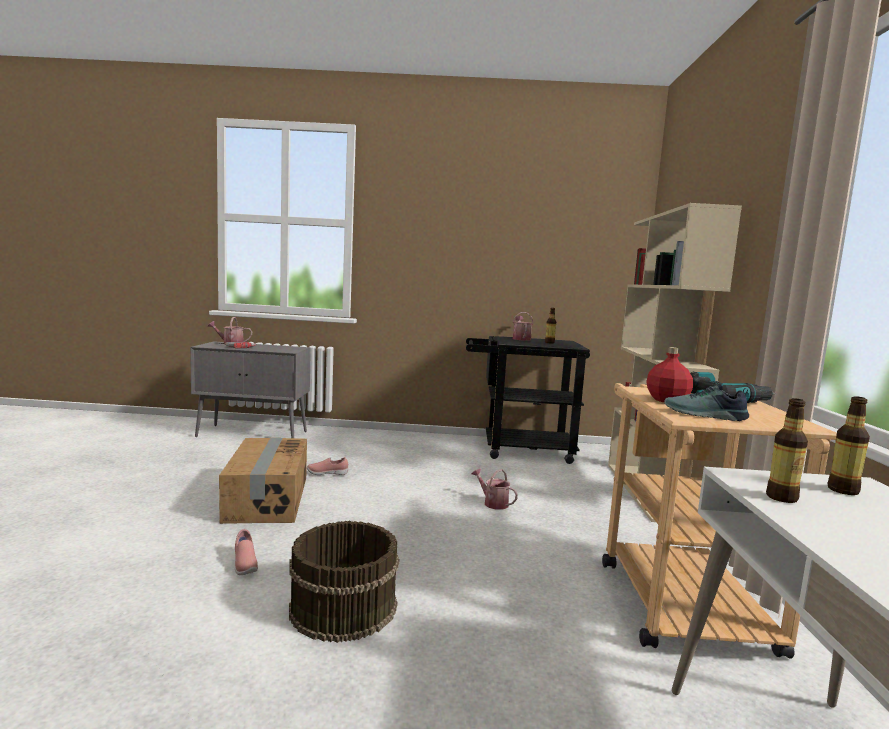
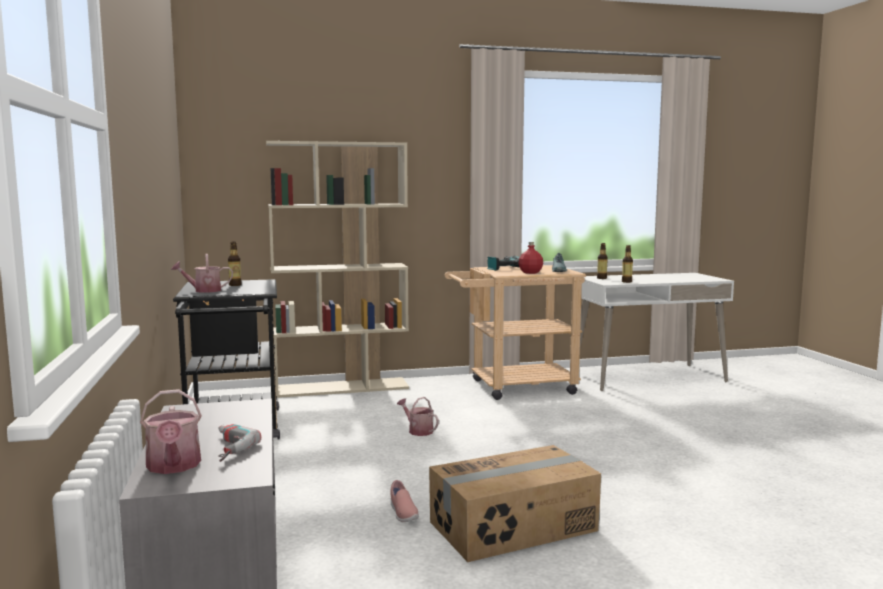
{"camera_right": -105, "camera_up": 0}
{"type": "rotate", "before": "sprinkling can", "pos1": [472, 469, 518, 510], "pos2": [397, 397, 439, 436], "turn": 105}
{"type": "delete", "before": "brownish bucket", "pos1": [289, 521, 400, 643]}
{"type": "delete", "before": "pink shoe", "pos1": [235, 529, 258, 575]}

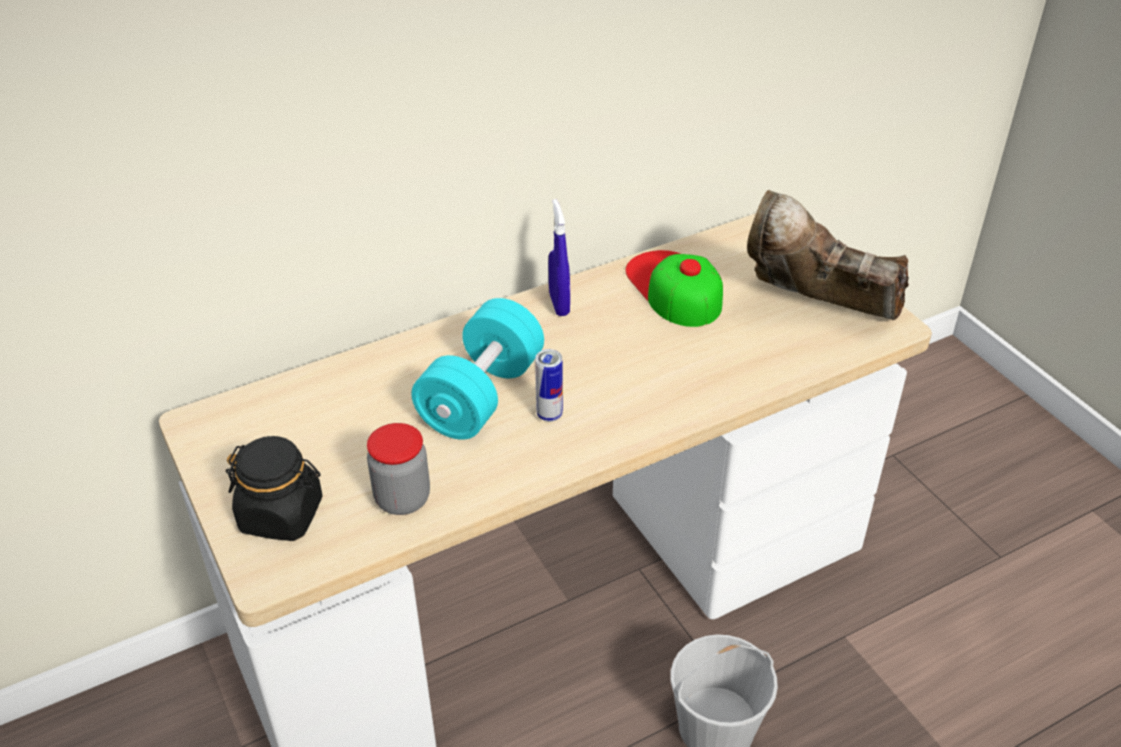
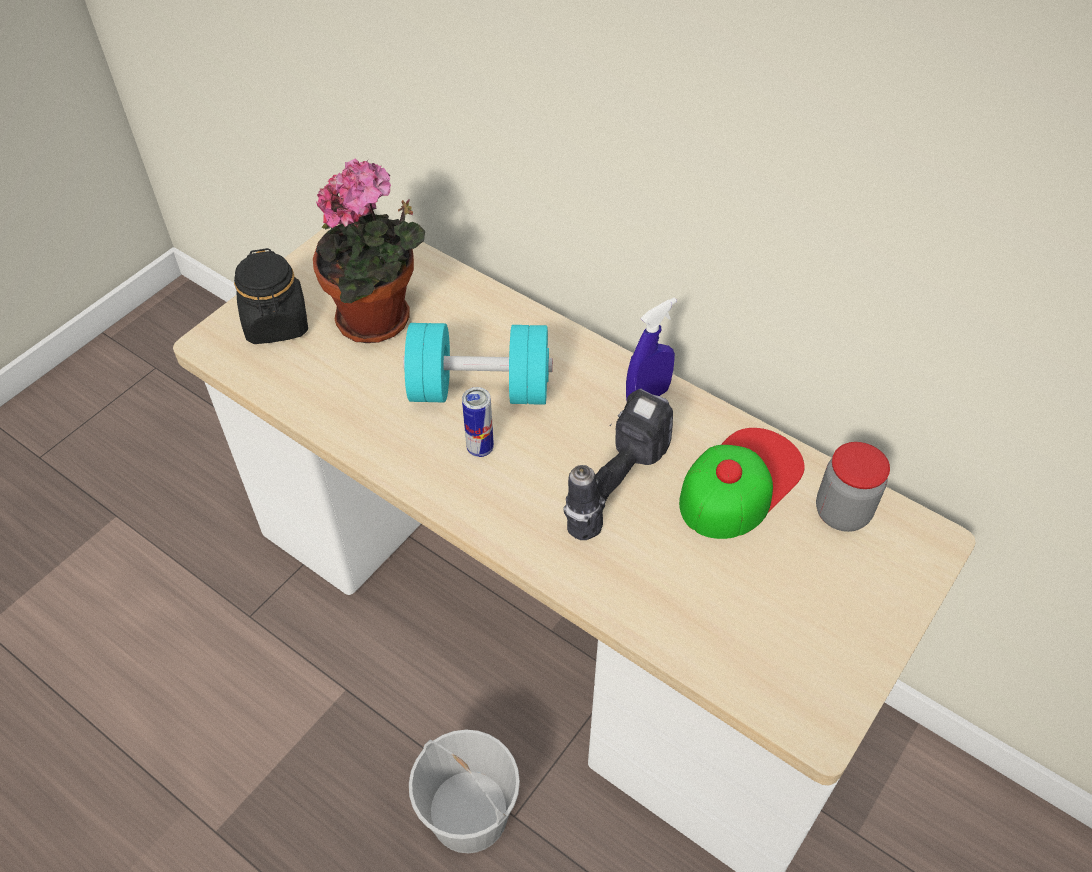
{"camera_right": 65, "camera_up": 10}
{"type": "delete", "before": "brownish high-top boot", "pos1": [747, 190, 909, 320]}
{"type": "move", "before": "storage jar", "pos1": [367, 423, 430, 515], "pos2": [816, 442, 890, 532]}
{"type": "insert", "after": "houseplant", "pos2": [313, 158, 425, 343]}
{"type": "insert", "after": "power drill", "pos2": [563, 389, 673, 540]}

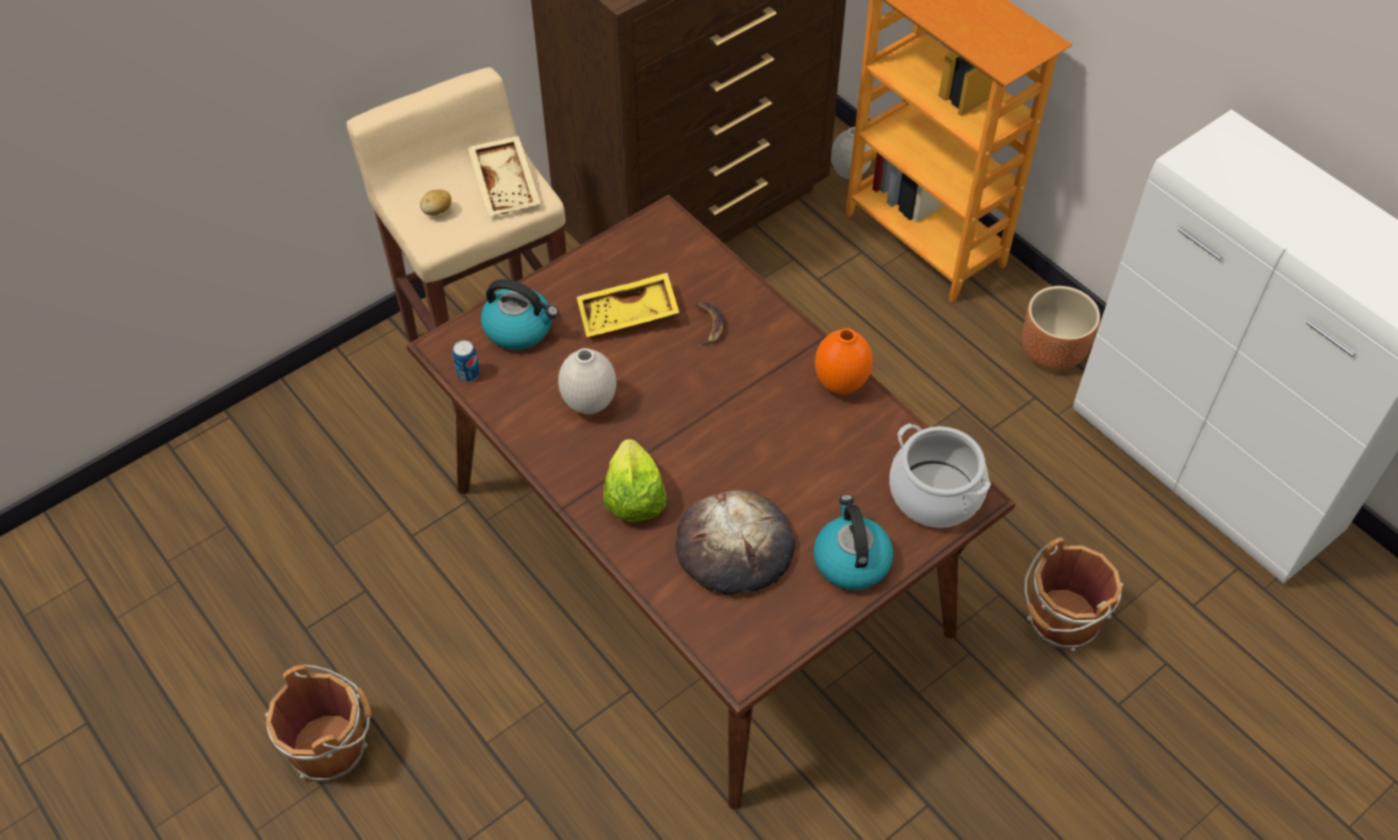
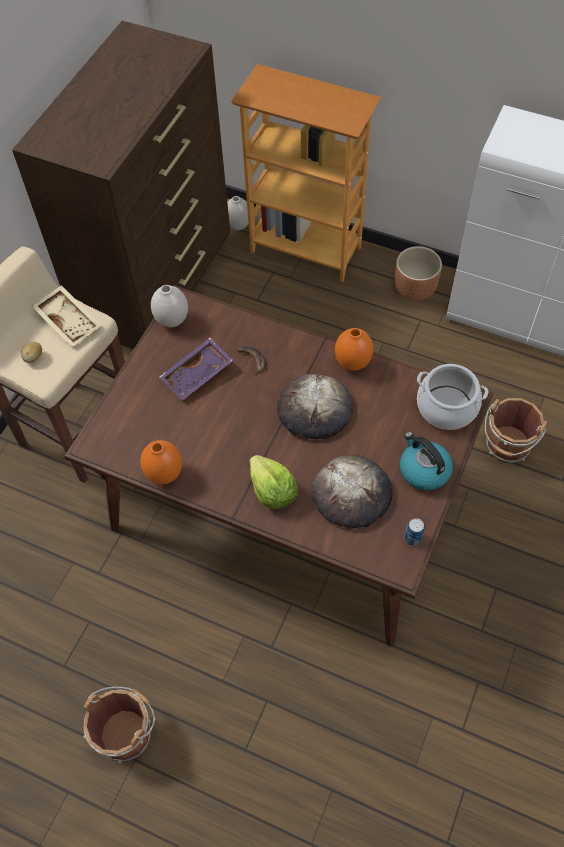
{"camera_right": -25, "camera_up": 5}
{"type": "recolor", "before": "yellowish tray", "after": "purple-coloured tray", "pos1": [577, 273, 679, 337], "pos2": [160, 337, 233, 401]}
{"type": "delete", "before": "kettle", "pos1": [481, 279, 558, 350]}
{"type": "move", "before": "metal can", "pos1": [452, 340, 480, 382], "pos2": [405, 518, 425, 546]}
{"type": "move", "before": "whitish flower vase", "pos1": [558, 348, 616, 414], "pos2": [151, 285, 188, 328]}
{"type": "insert", "after": "bakery bread", "pos2": [277, 374, 353, 439]}
{"type": "insert", "after": "orangey flower vase", "pos2": [140, 440, 182, 484]}

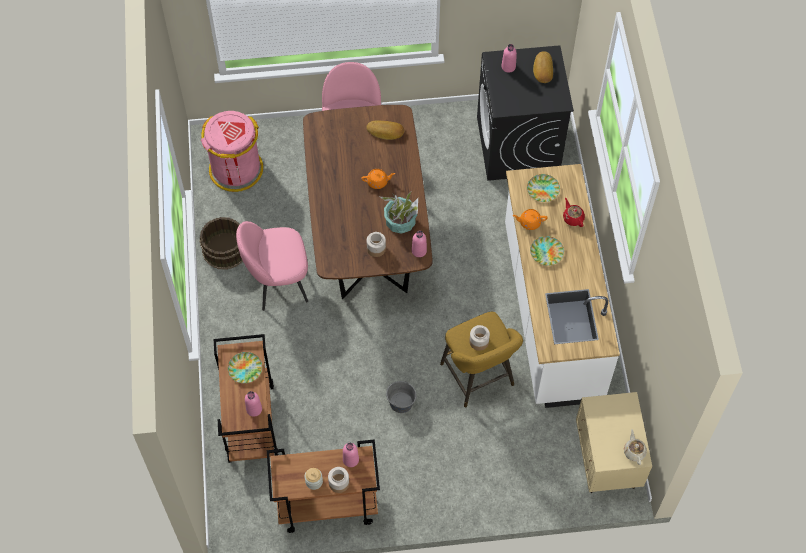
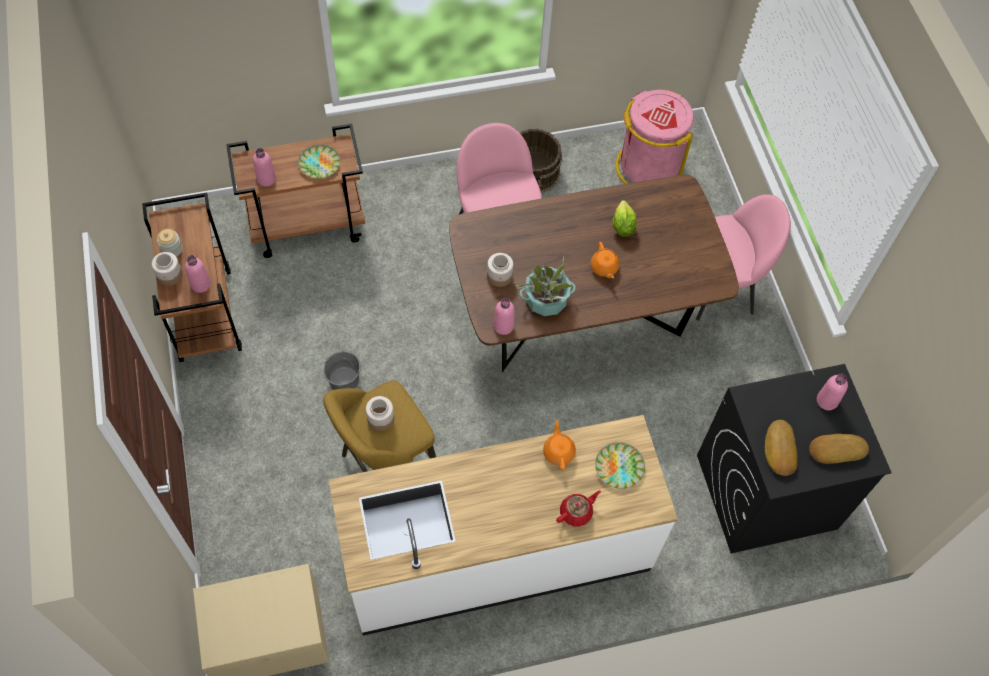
{"camera_right": 80, "camera_up": 0}
{"type": "move", "before": "bakery bread", "pos1": [367, 121, 404, 140], "pos2": [765, 420, 798, 476]}
{"type": "delete", "before": "plate", "pos1": [530, 236, 564, 266]}
{"type": "delete", "before": "beige-coloured teapot", "pos1": [624, 429, 647, 465]}
{"type": "insert", "after": "lettuce head", "pos2": [613, 200, 637, 237]}

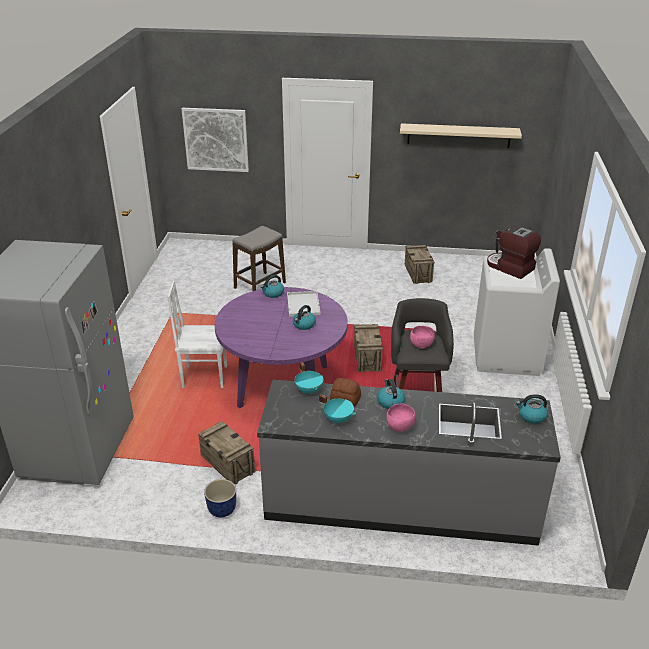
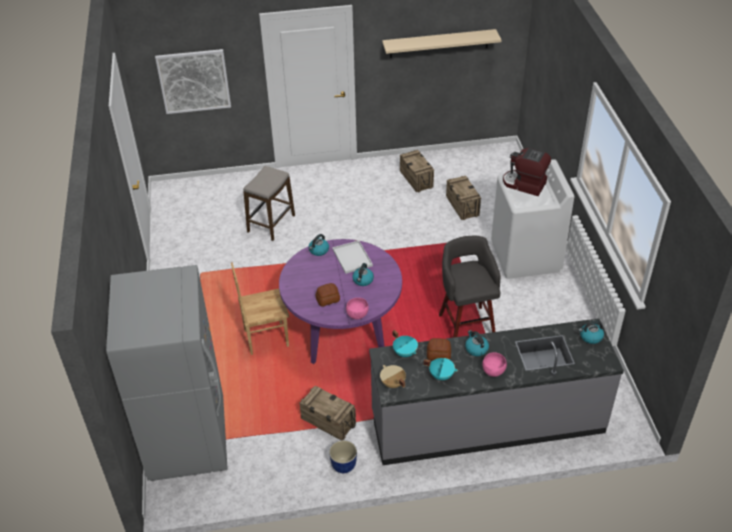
{"camera_right": -15, "camera_up": 10}
{"type": "recolor", "before": "whitish chair", "after": "brownish chair", "pos1": [168, 281, 227, 388], "pos2": [231, 262, 289, 355]}
{"type": "move", "before": "shipping crate", "pos1": [354, 324, 383, 372], "pos2": [446, 176, 481, 220]}
{"type": "move", "before": "pink bowl", "pos1": [410, 326, 435, 348], "pos2": [346, 298, 369, 319]}
{"type": "insert", "after": "bakery bread", "pos2": [316, 283, 340, 307]}
{"type": "insert", "after": "beige-coloured stockpot", "pos2": [380, 365, 406, 388]}

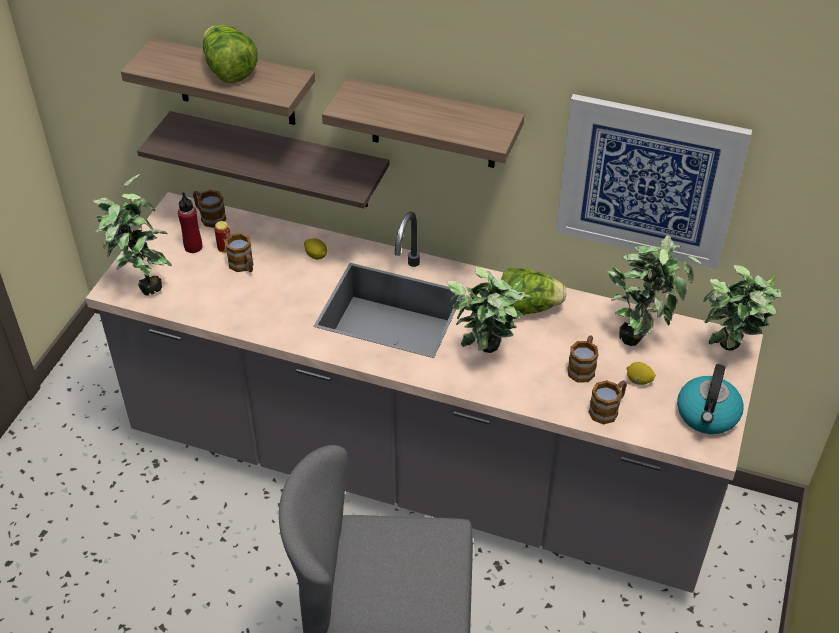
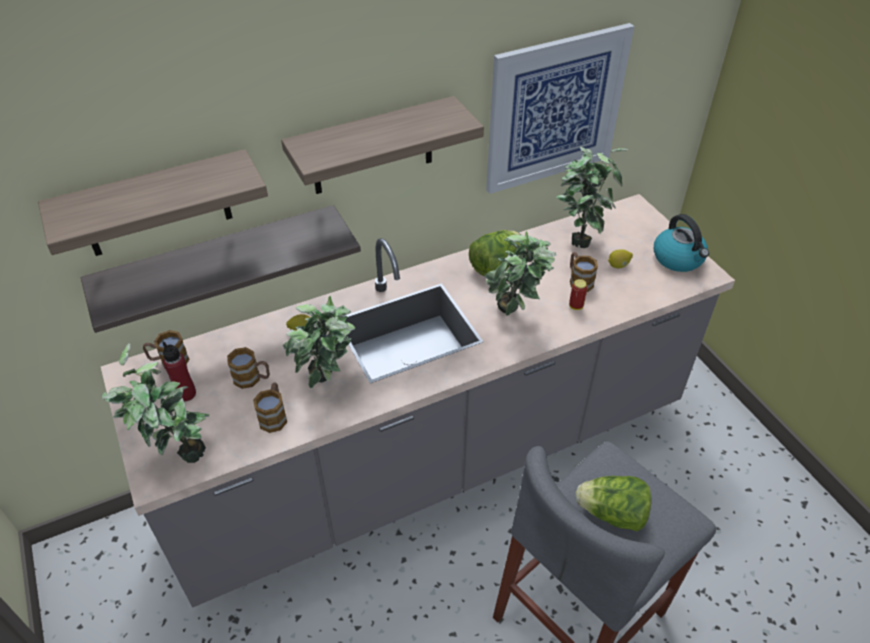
{"camera_right": -45, "camera_up": 0}
{"type": "move", "before": "lettuce head", "pos1": [203, 25, 258, 83], "pos2": [576, 476, 651, 531]}
{"type": "move", "before": "metal can", "pos1": [214, 221, 231, 253], "pos2": [569, 279, 588, 310]}
{"type": "move", "before": "houseplant", "pos1": [703, 265, 782, 351], "pos2": [283, 296, 356, 388]}
{"type": "move", "before": "tea mug", "pos1": [589, 380, 627, 425], "pos2": [253, 382, 287, 433]}

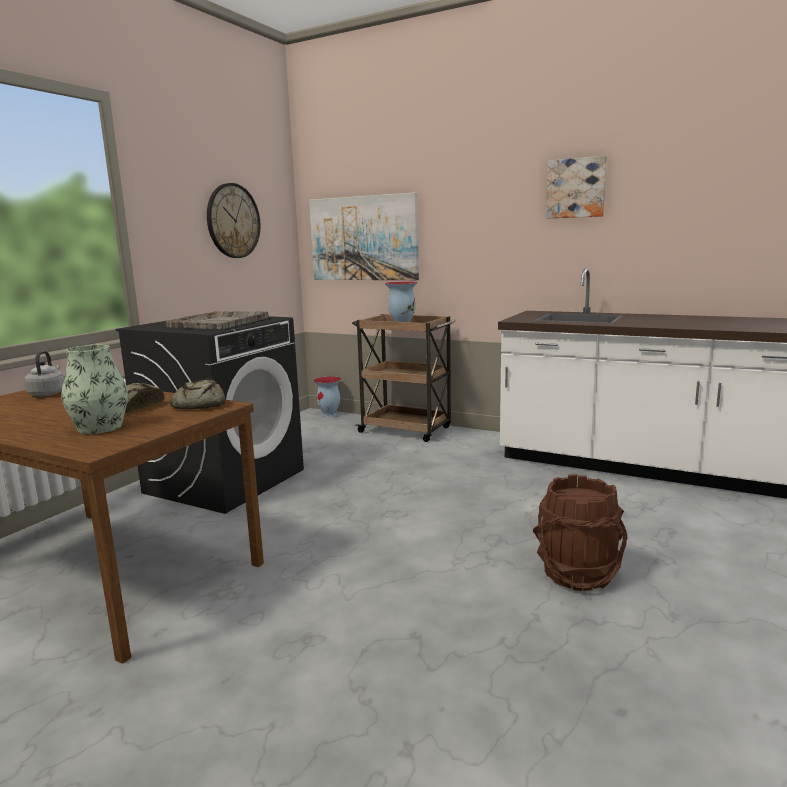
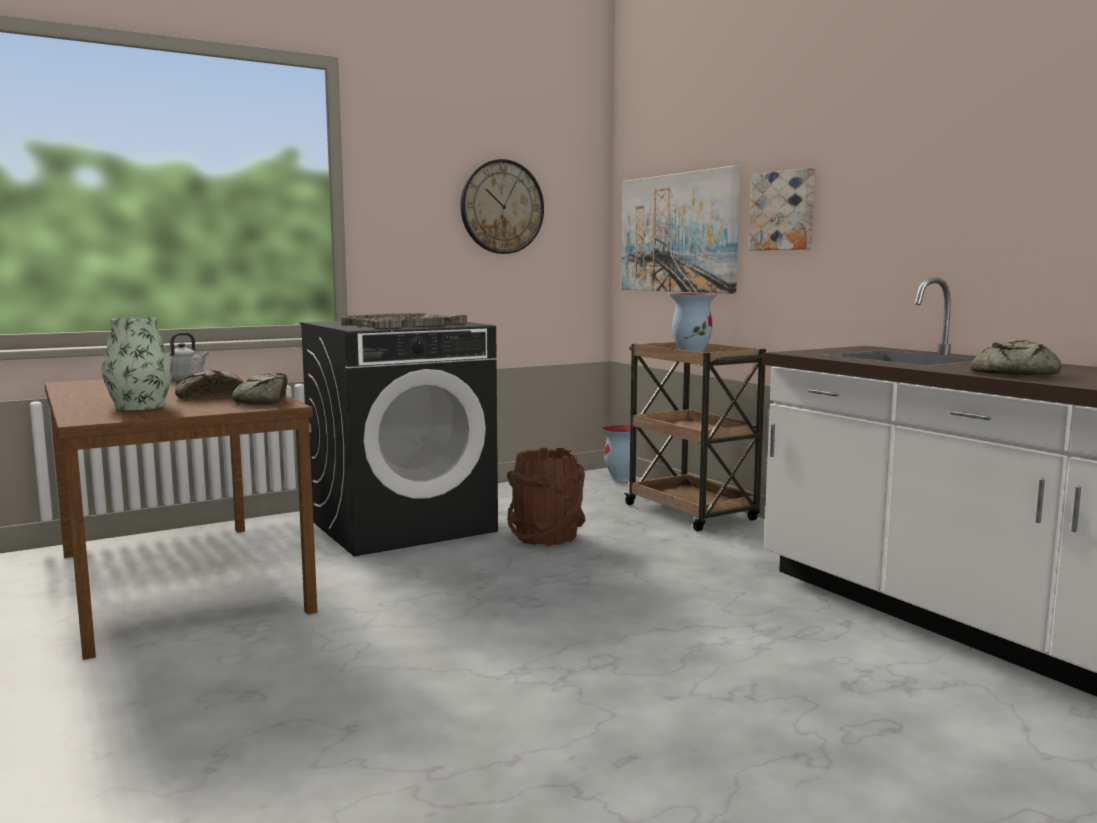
{"camera_right": 30, "camera_up": -5}
{"type": "move", "before": "wall art", "pos1": [546, 156, 607, 219], "pos2": [749, 168, 815, 251]}
{"type": "move", "before": "brownish bucket", "pos1": [533, 474, 628, 591], "pos2": [507, 447, 586, 546]}
{"type": "insert", "after": "bakery bread", "pos2": [971, 340, 1062, 375]}

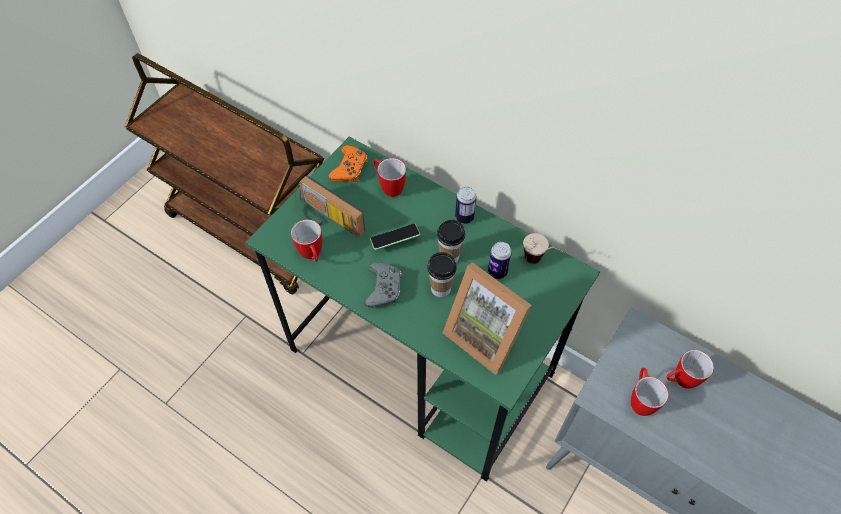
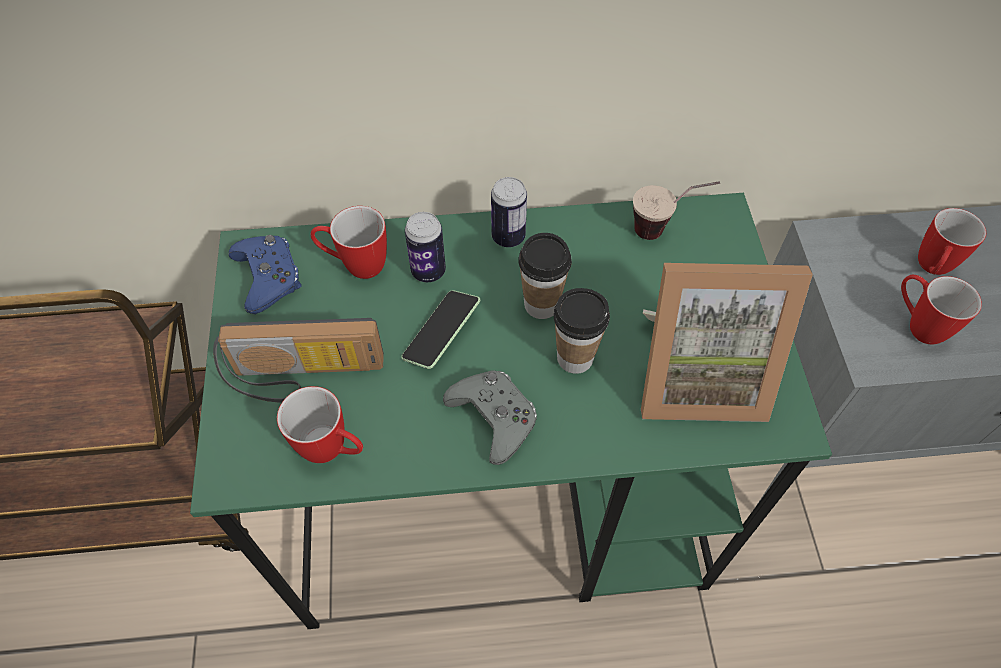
{"camera_right": -40, "camera_up": 0}
{"type": "recolor", "before": "orangey joypad", "after": "blue joypad", "pos1": [328, 145, 368, 182], "pos2": [229, 235, 302, 314]}
{"type": "move", "before": "metal can", "pos1": [488, 242, 512, 279], "pos2": [405, 212, 446, 282]}

